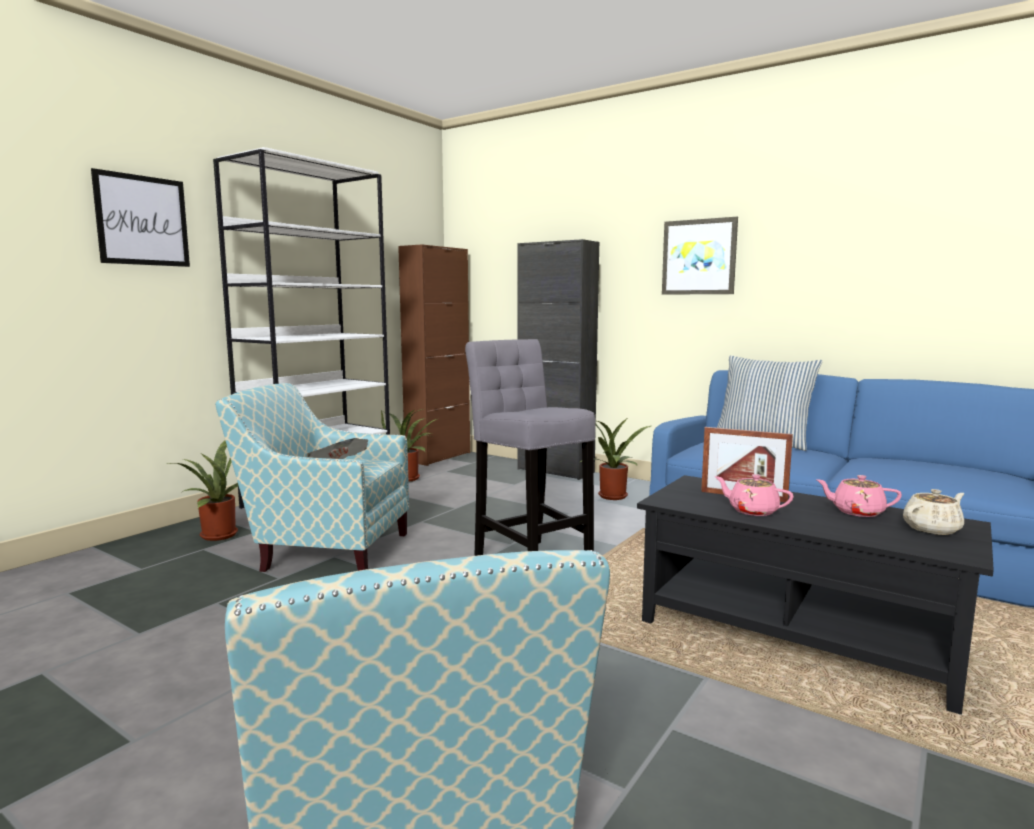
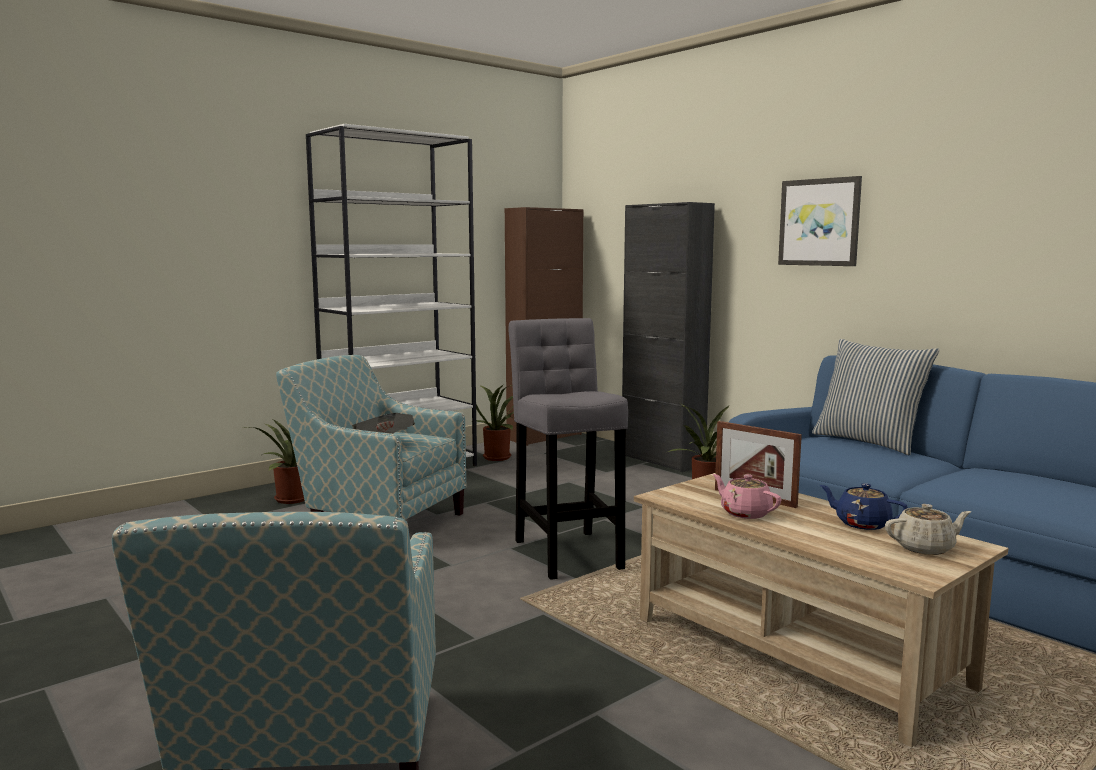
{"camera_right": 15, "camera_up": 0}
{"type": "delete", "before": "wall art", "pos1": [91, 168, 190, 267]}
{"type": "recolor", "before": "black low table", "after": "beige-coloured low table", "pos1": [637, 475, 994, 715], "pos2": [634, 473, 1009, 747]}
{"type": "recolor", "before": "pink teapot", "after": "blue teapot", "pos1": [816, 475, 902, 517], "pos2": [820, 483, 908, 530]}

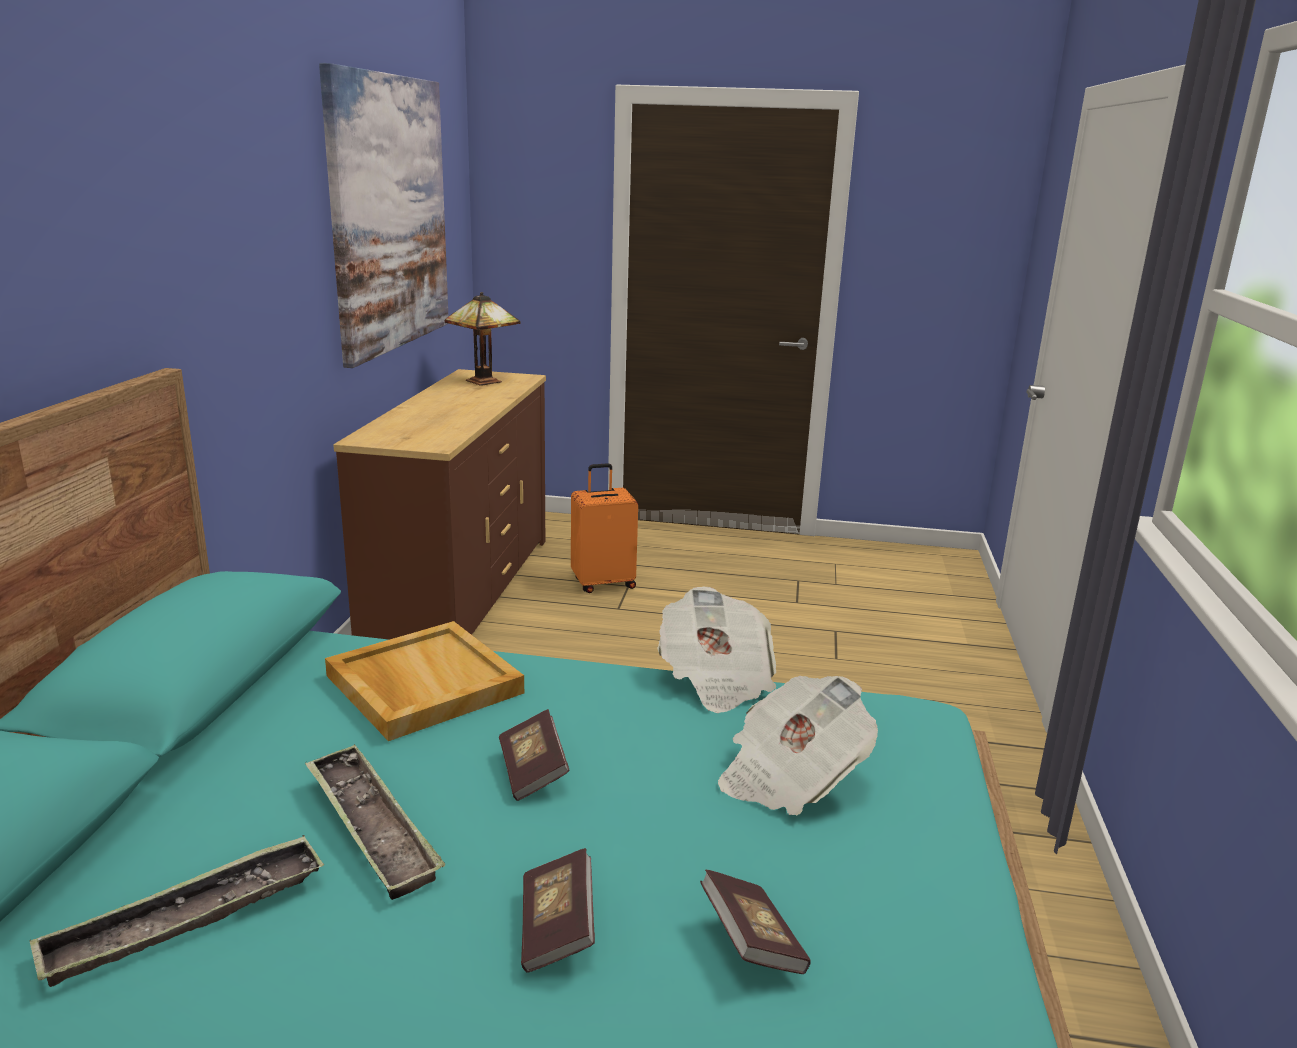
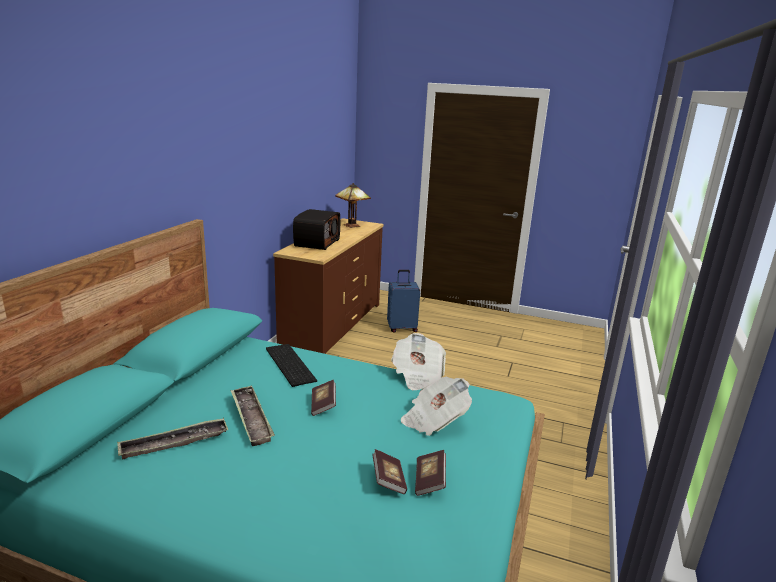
{"camera_right": 10, "camera_up": 0}
{"type": "delete", "before": "wall art", "pos1": [319, 63, 449, 368]}
{"type": "recolor", "before": "orangey suitcase", "after": "blue suitcase", "pos1": [571, 463, 638, 593], "pos2": [387, 270, 420, 333]}
{"type": "replace", "before": "beige-coloured tray", "after": "computer keyboard", "pos1": [325, 621, 524, 741], "pos2": [266, 344, 317, 387]}
{"type": "move", "before": "volume", "pos1": [521, 848, 595, 973], "pos2": [415, 450, 446, 496]}
{"type": "insert", "after": "radio", "pos2": [293, 209, 340, 250]}

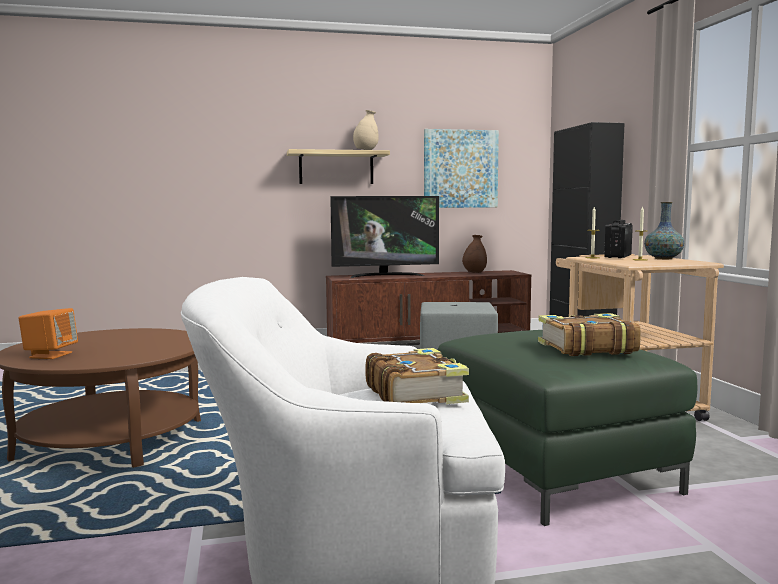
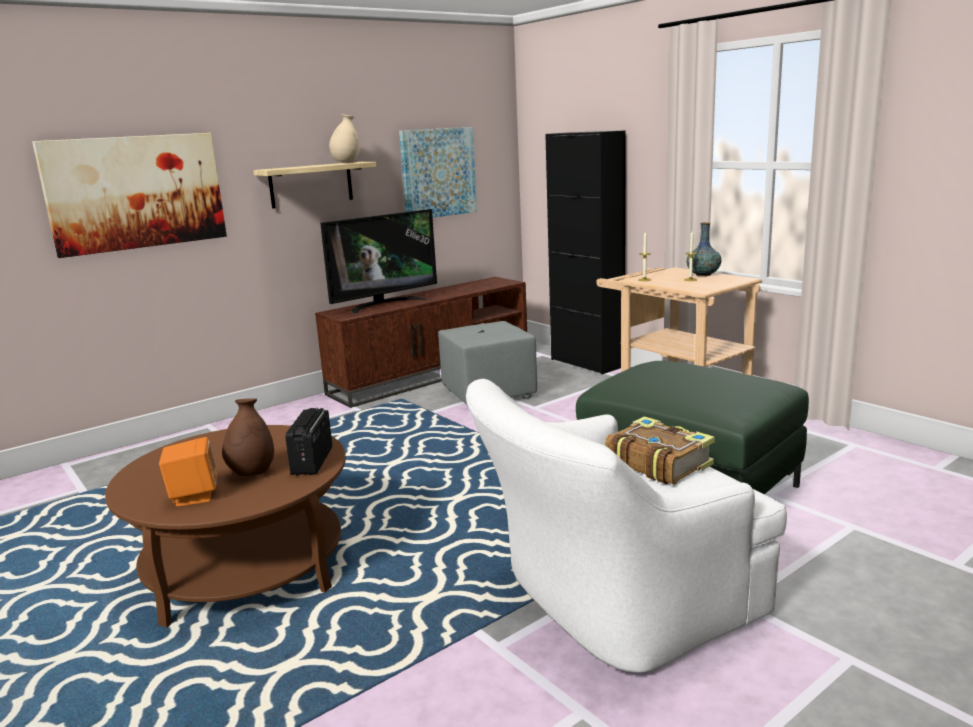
{"camera_right": -25, "camera_up": 10}
{"type": "move", "before": "radio", "pos1": [604, 220, 633, 258], "pos2": [285, 408, 332, 475]}
{"type": "move", "before": "brownish flower vase", "pos1": [462, 235, 487, 273], "pos2": [222, 398, 274, 476]}
{"type": "delete", "before": "volume", "pos1": [538, 313, 641, 356]}
{"type": "insert", "after": "wall art", "pos2": [32, 133, 227, 258]}

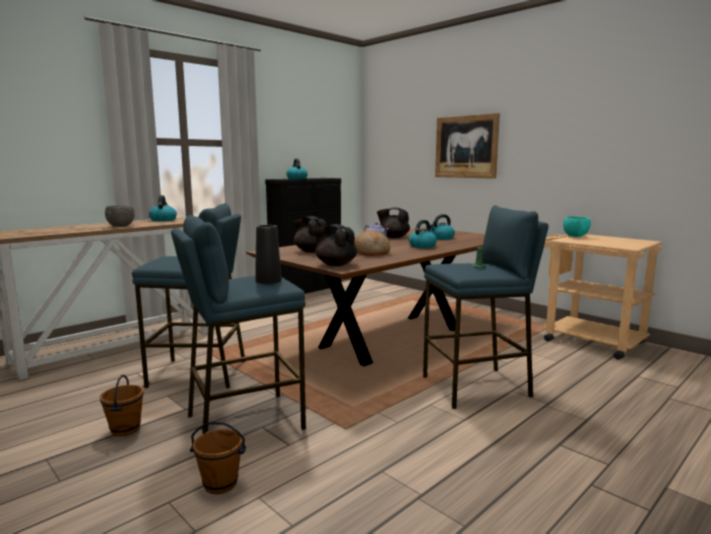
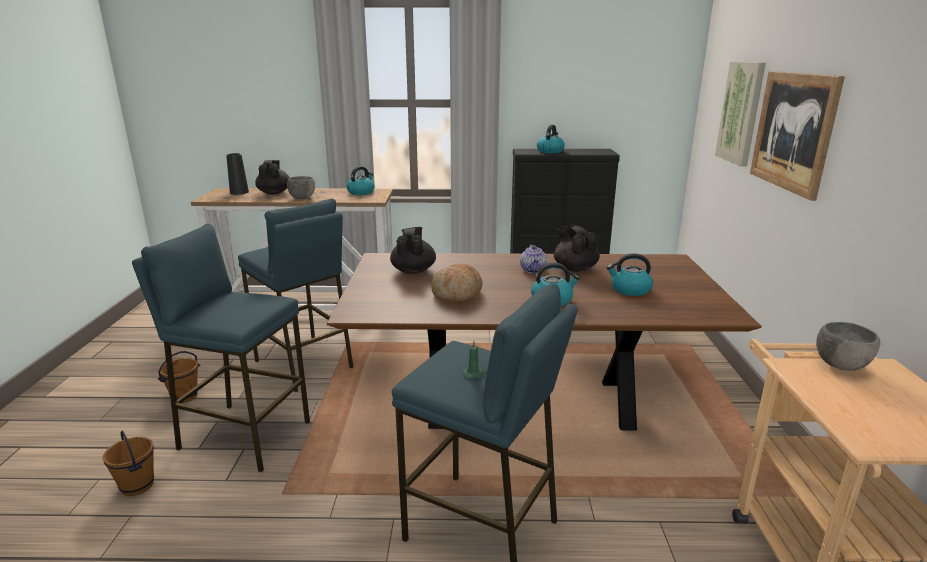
{"camera_right": 45, "camera_up": 10}
{"type": "recolor", "before": "turquoise-coloured bowl", "after": "gray bowl", "pos1": [563, 216, 591, 237], "pos2": [816, 322, 880, 371]}
{"type": "move", "before": "black teapot", "pos1": [313, 224, 357, 266], "pos2": [255, 160, 290, 194]}
{"type": "move", "before": "black flower vase", "pos1": [255, 225, 282, 284], "pos2": [226, 153, 249, 195]}
{"type": "insert", "after": "wall art", "pos2": [715, 61, 766, 166]}

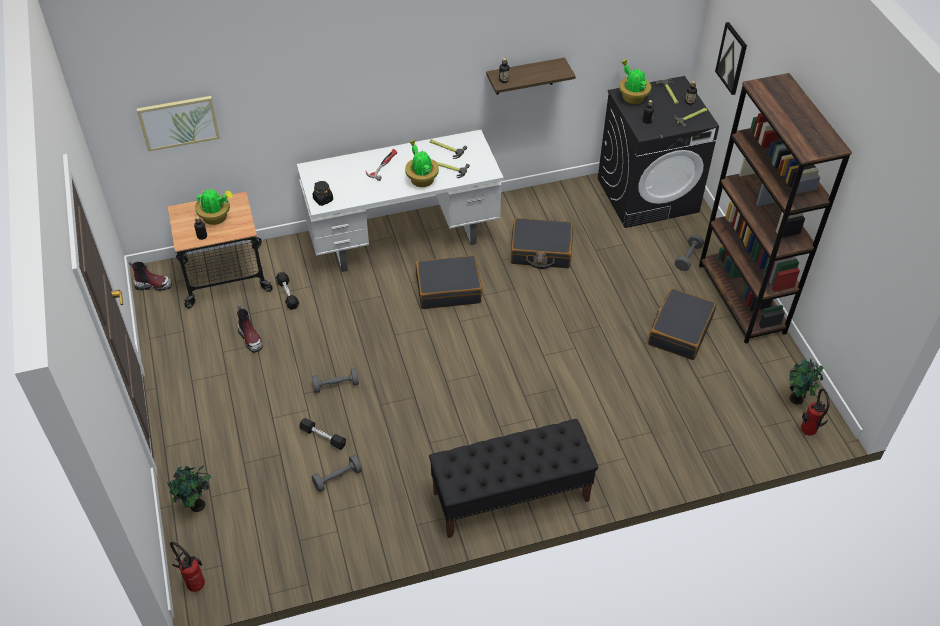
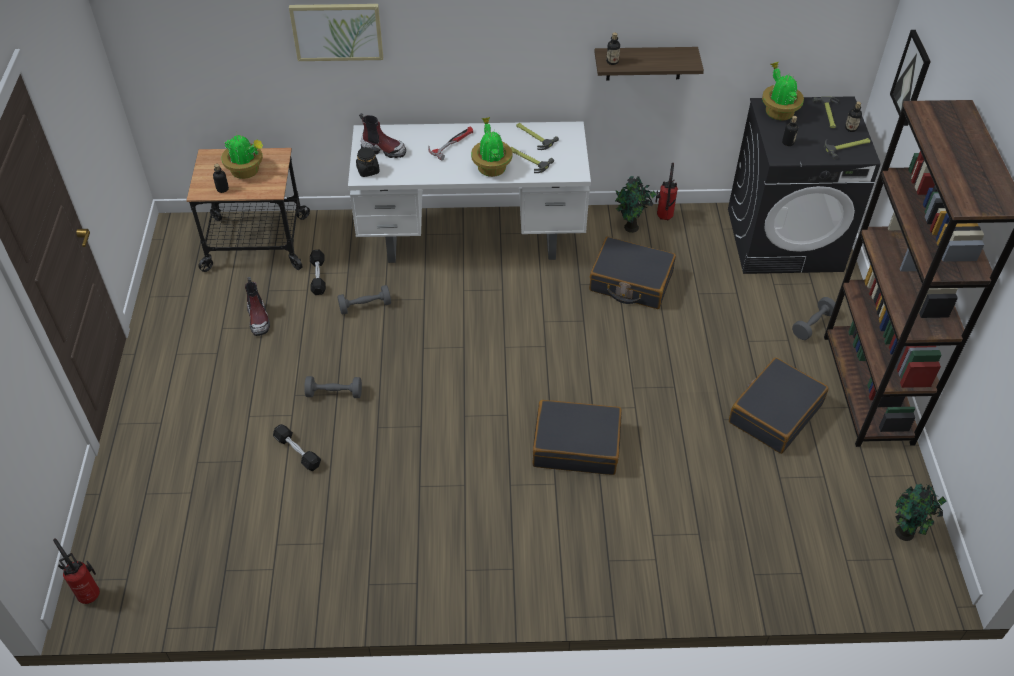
{"camera_right": 15, "camera_up": 0}
{"type": "move", "before": "wall art", "pos1": [137, 96, 220, 152], "pos2": [289, 4, 383, 61]}
{"type": "move", "before": "black suitcase", "pos1": [415, 255, 482, 309], "pos2": [532, 400, 622, 475]}
{"type": "move", "before": "high-top boot", "pos1": [129, 262, 172, 291], "pos2": [359, 113, 406, 158]}
{"type": "move", "before": "fire-fighting cylinder", "pos1": [801, 388, 830, 435], "pos2": [655, 163, 678, 220]}
{"type": "delete", "before": "black bench", "pos1": [429, 419, 598, 538]}
{"type": "move", "before": "gray hand weight", "pos1": [312, 455, 362, 492], "pos2": [337, 285, 391, 315]}
{"type": "move", "before": "houseplant", "pos1": [167, 465, 211, 512], "pos2": [615, 176, 657, 233]}

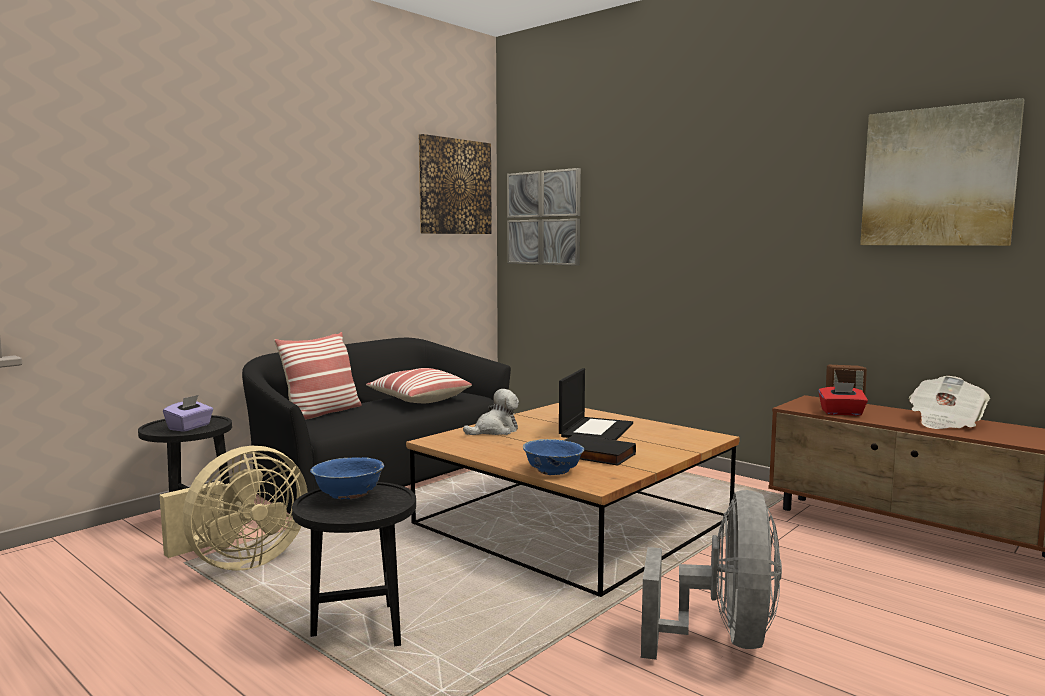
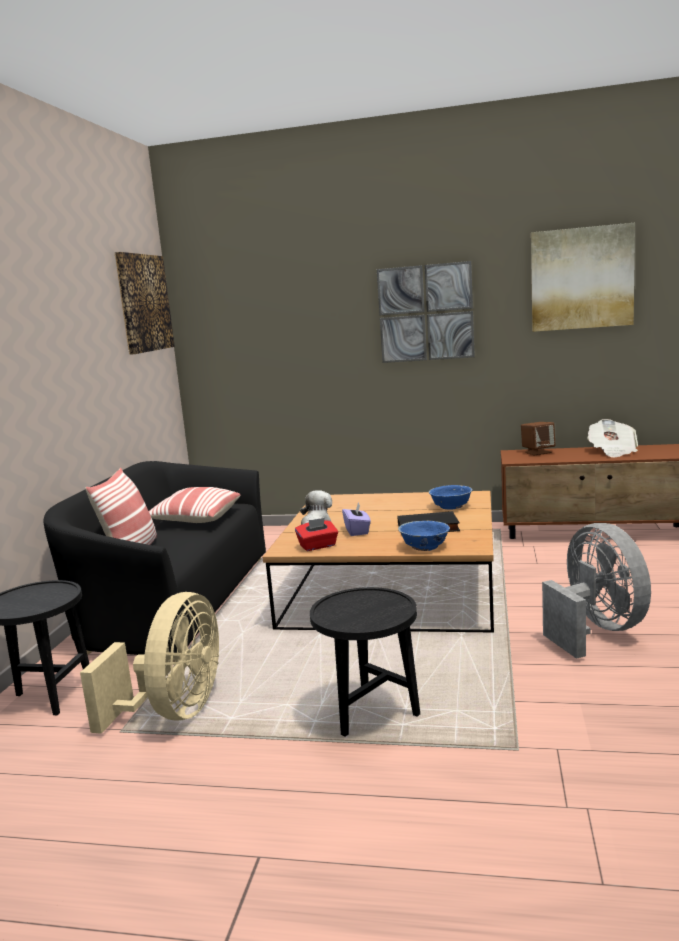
{"camera_right": -30, "camera_up": 5}
{"type": "move", "before": "wall art", "pos1": [507, 168, 581, 266], "pos2": [377, 261, 475, 363]}
{"type": "delete", "before": "laptop", "pos1": [559, 368, 633, 440]}
{"type": "move", "before": "red tissue holder", "pos1": [818, 382, 868, 416], "pos2": [295, 518, 338, 551]}
{"type": "move", "before": "purple-coloured tissue holder", "pos1": [163, 395, 214, 432], "pos2": [342, 503, 371, 536]}
{"type": "move", "before": "blue bowl", "pos1": [310, 457, 384, 499], "pos2": [429, 485, 473, 510]}

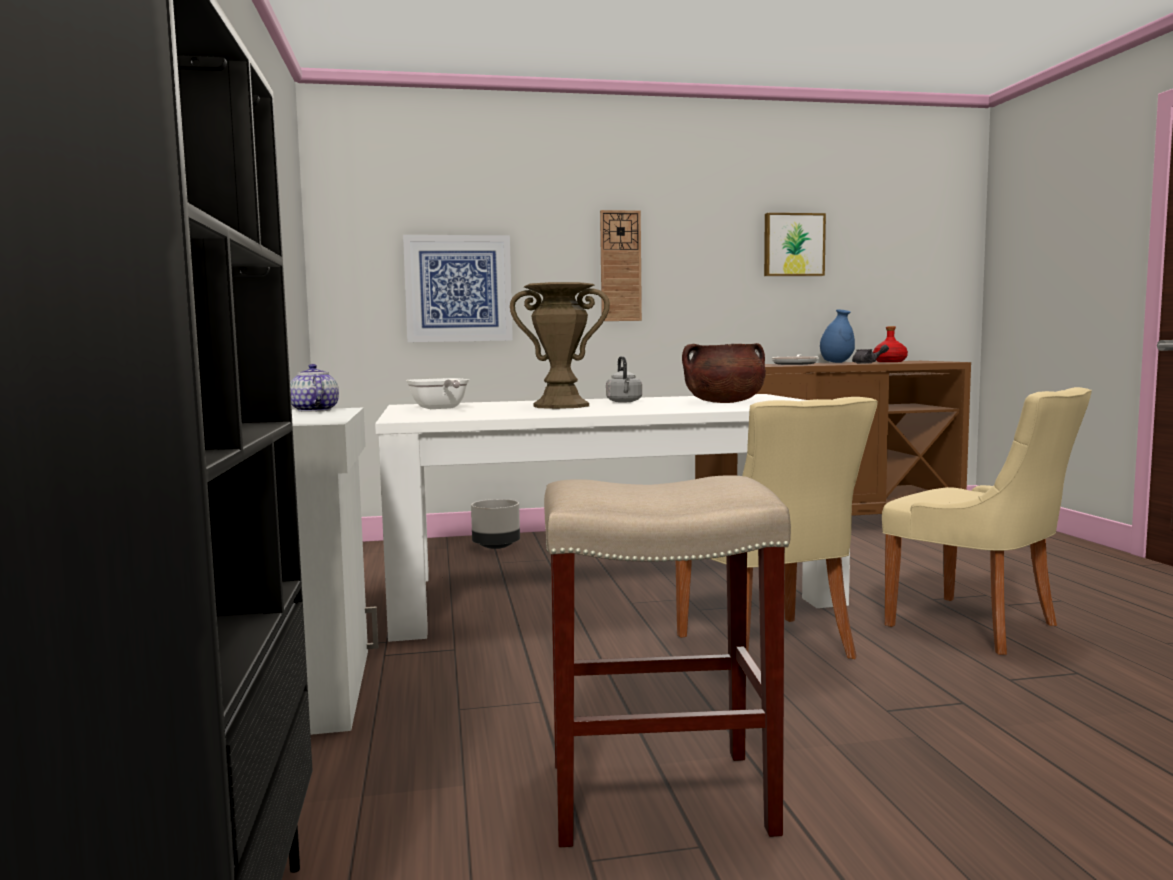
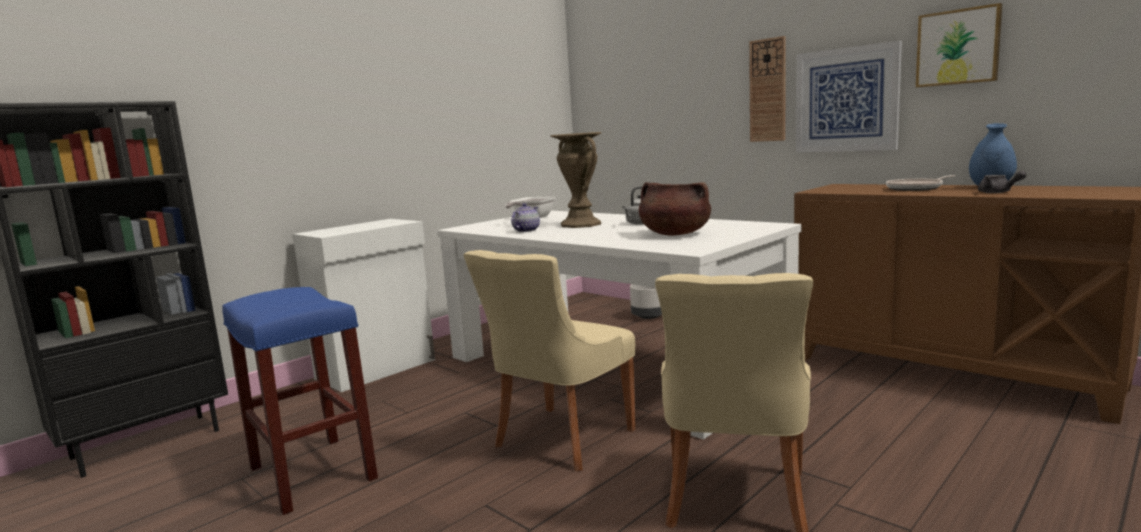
{"camera_right": 55, "camera_up": 5}
{"type": "move", "before": "wall art", "pos1": [403, 235, 513, 342], "pos2": [796, 41, 902, 152]}
{"type": "delete", "before": "red bottle", "pos1": [873, 326, 908, 362]}
{"type": "move", "before": "teapot", "pos1": [290, 364, 339, 412], "pos2": [511, 203, 540, 232]}
{"type": "recolor", "before": "beige-coloured stool", "after": "blue stool", "pos1": [544, 475, 791, 847], "pos2": [222, 287, 378, 515]}

